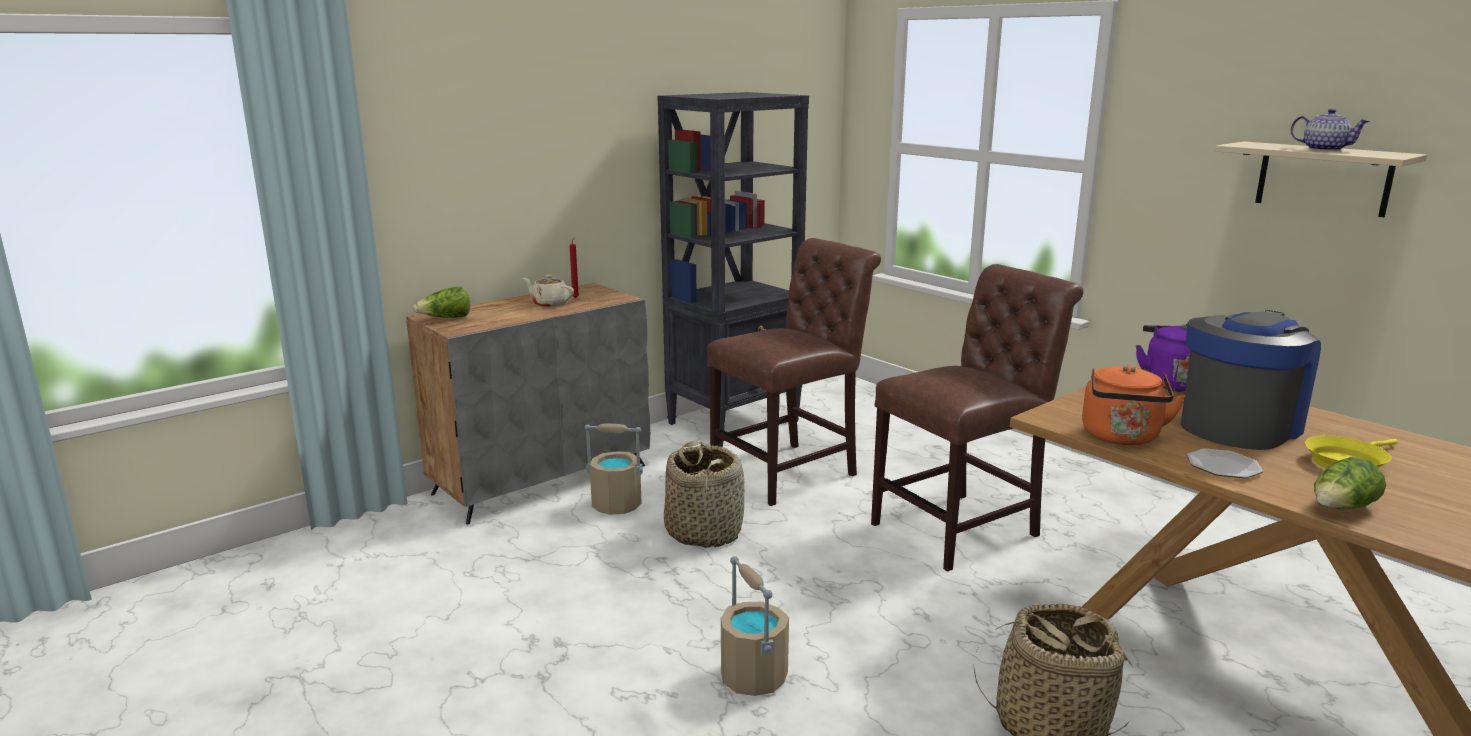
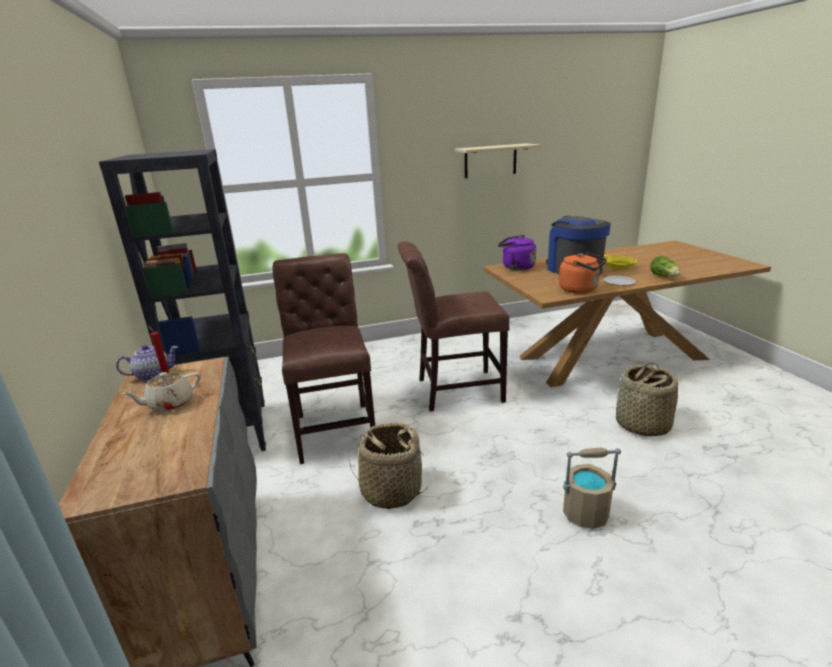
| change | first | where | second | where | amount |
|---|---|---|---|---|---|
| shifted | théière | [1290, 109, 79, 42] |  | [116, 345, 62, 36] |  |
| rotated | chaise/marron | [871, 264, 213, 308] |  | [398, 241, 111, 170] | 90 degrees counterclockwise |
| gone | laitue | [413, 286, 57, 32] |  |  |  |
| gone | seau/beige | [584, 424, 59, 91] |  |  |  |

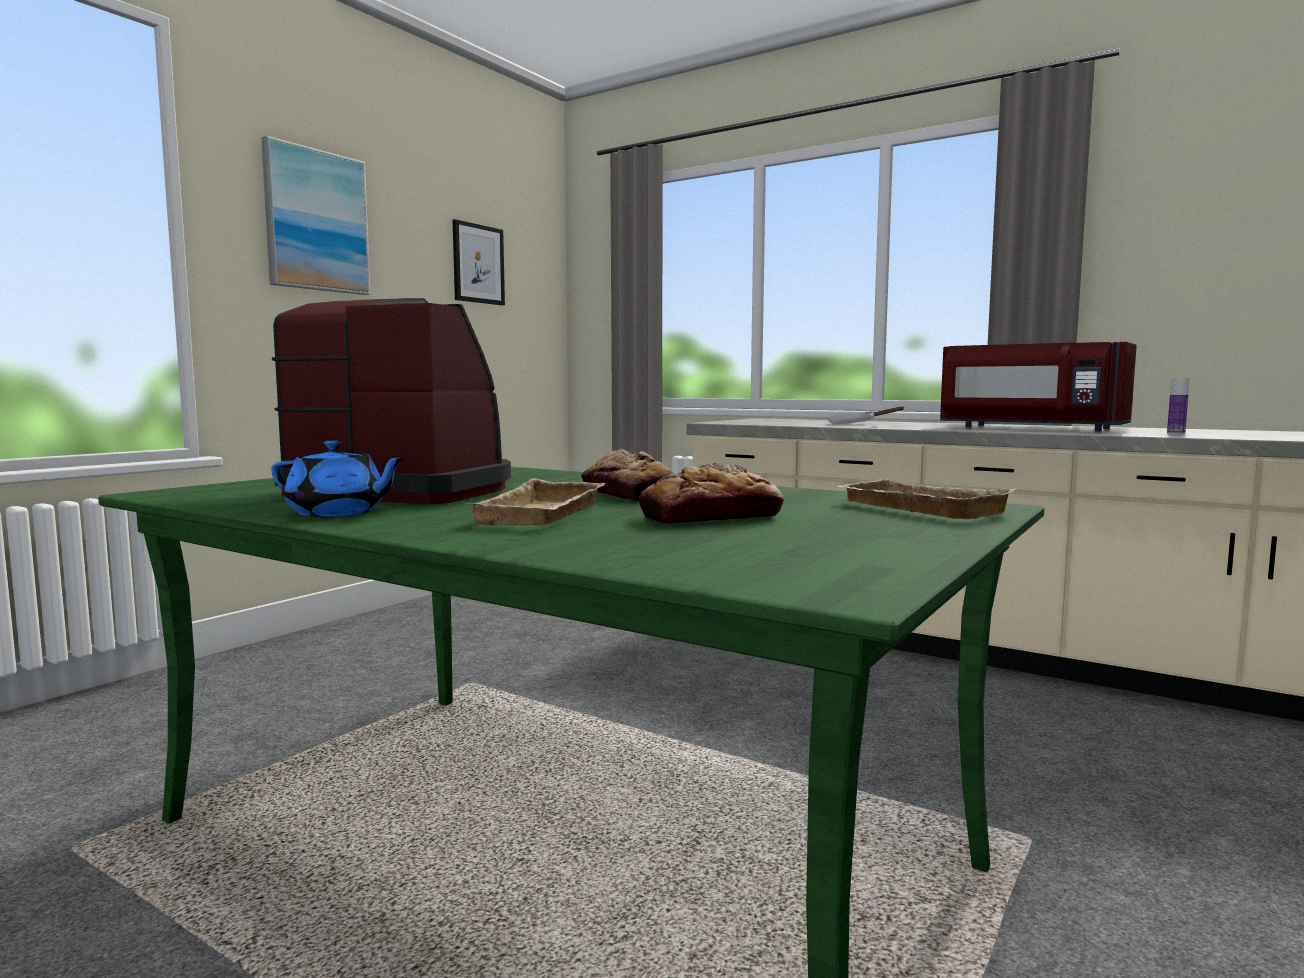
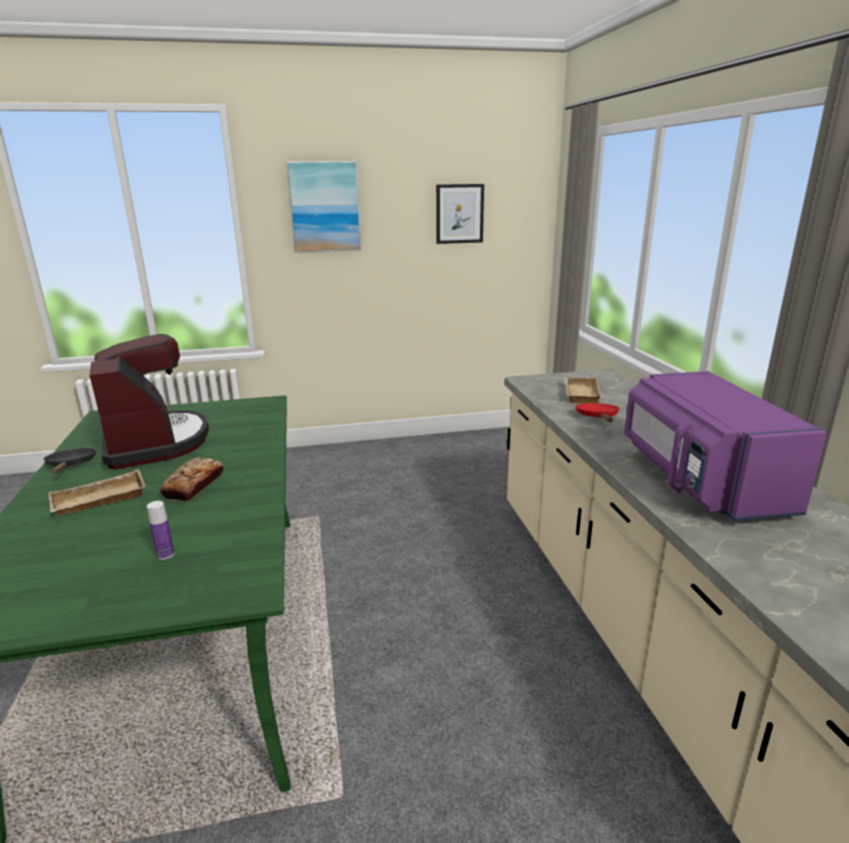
| change | first | where | second | where | amount |
|---|---|---|---|---|---|
| repainted | micro-ondes/rouge | [940, 341, 197, 90] | micro-ondes/violet | [624, 371, 203, 150] |  |
| shifted | bouteille | [1167, 378, 22, 56] |  | [147, 501, 27, 59] |  |
| repainted | poêle/blanc | [827, 406, 77, 18] | poêle/rouge | [575, 403, 45, 19] |  |
| swapped | théière/bleu | [271, 440, 135, 77] | poêle/noir | [44, 448, 52, 25] |  |
| gone | pain | [639, 463, 145, 62] |  |  |  |
| shifted | plateau/beige | [835, 479, 181, 40] |  | [565, 377, 37, 27] |  |

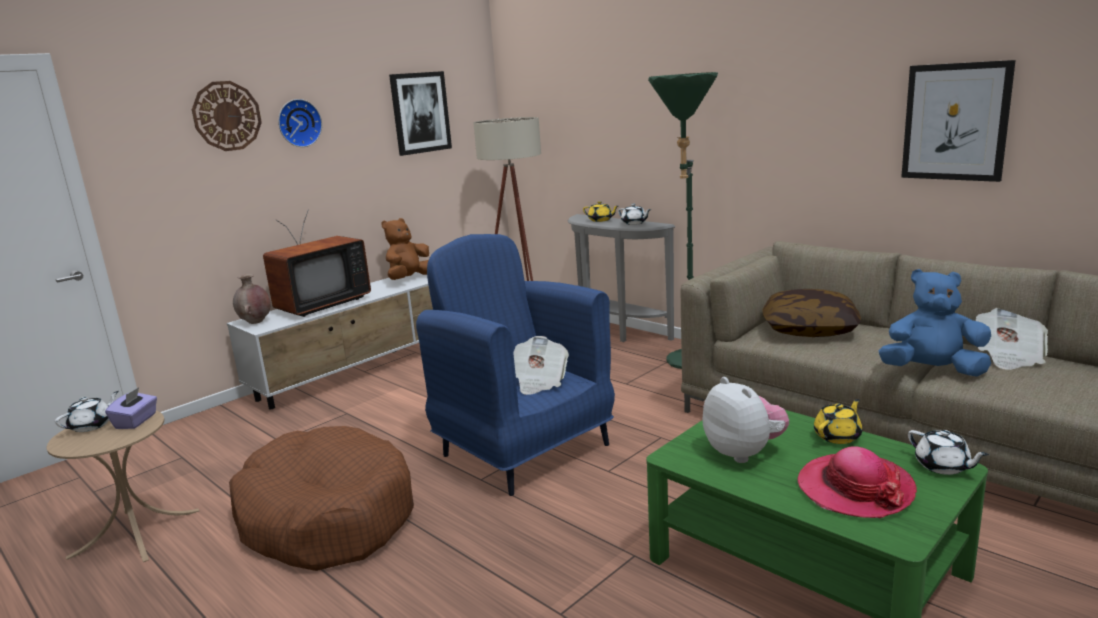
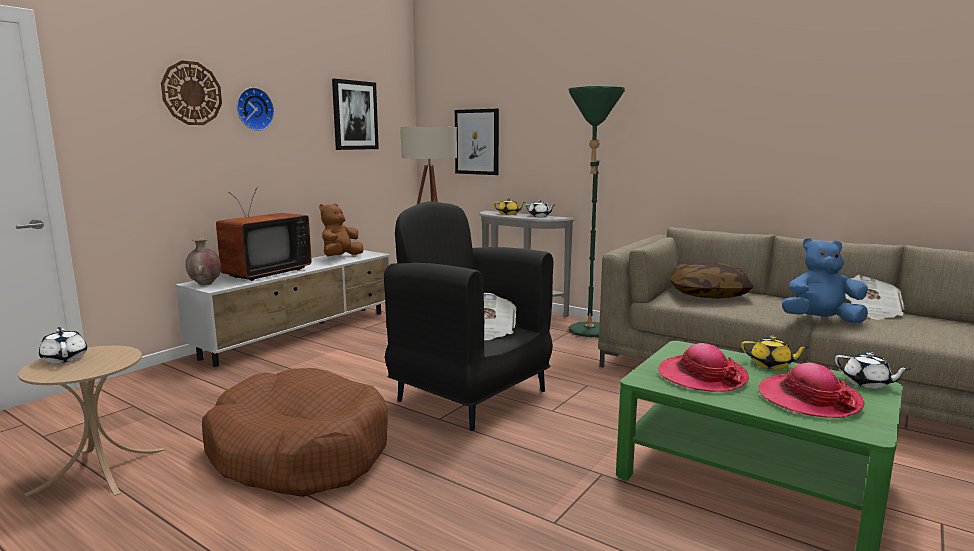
| change | first | where | second | where | amount |
|---|---|---|---|---|---|
| shifted | tableau | [901, 60, 115, 122] |  | [455, 109, 44, 66] |  |
| repainted | fauteuil/bleu | [416, 234, 199, 262] | fauteuil/noir | [384, 201, 170, 230] |  |
| swapped | peluche | [703, 377, 86, 86] | chapeau | [658, 343, 91, 49] |  |
| gone | boîte à mouchoirs/violet | [105, 387, 52, 42] |  |  |  |
| rotated | théière/blanc | [55, 391, 64, 41] |  | [39, 327, 48, 36] | 60 degrees counterclockwise |
| rotated | théière/jaune | [814, 399, 48, 45] |  | [741, 336, 68, 33] | 75 degrees clockwise |

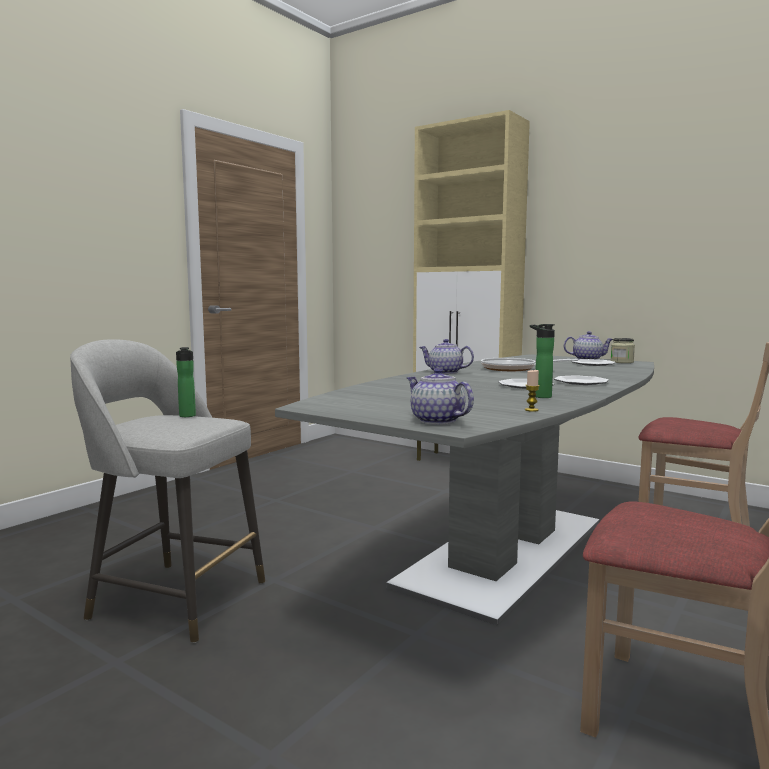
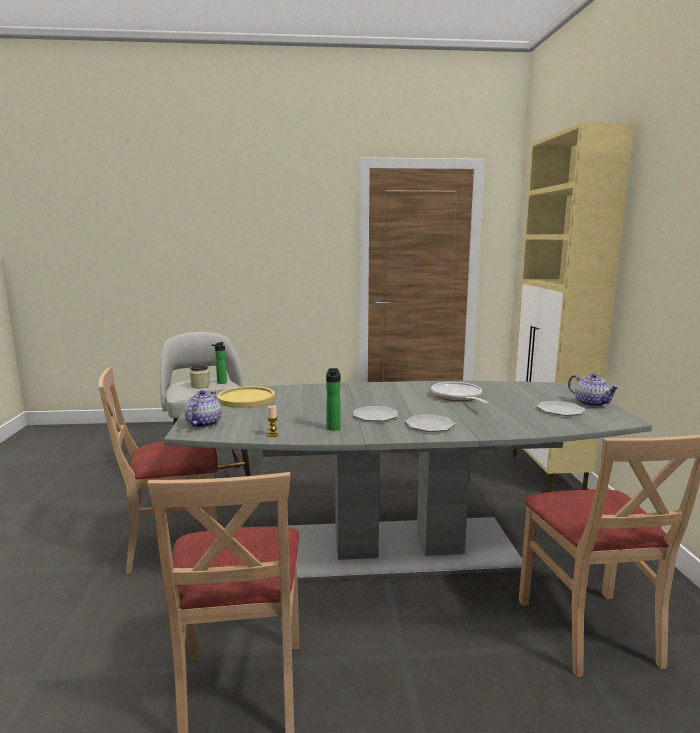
| change | first | where | second | where | amount |
|---|---|---|---|---|---|
| shifted | bocal | [610, 338, 25, 25] |  | [190, 365, 20, 23] |  |
| gone | théière | [419, 339, 55, 35] |  |  |  |
| new |  |  | chaise/beige | [98, 367, 120, 207] |  |
| new |  |  | assiette/jaune | [217, 386, 58, 22] |  |

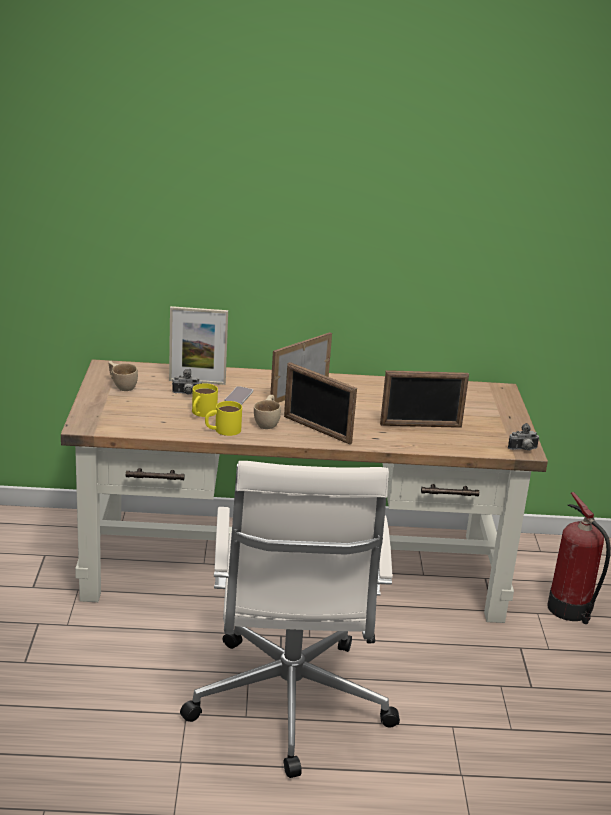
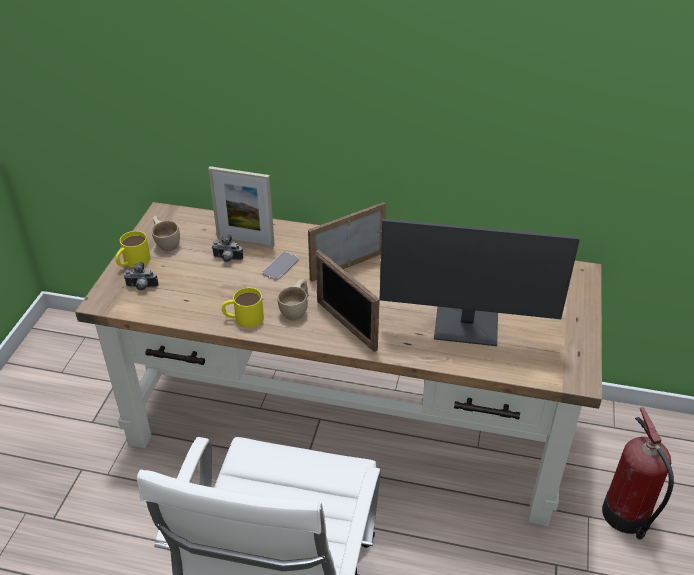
| change | first | where | second | where | amount |
|---|---|---|---|---|---|
| swapped | cadre photo | [380, 370, 89, 58] | écran d'ordinateur | [380, 219, 200, 127] |  |
| shifted | mug/jaune | [192, 383, 26, 34] |  | [116, 231, 35, 36] |  |
| shifted | appareil photo | [508, 423, 31, 27] |  | [124, 262, 34, 29] |  |

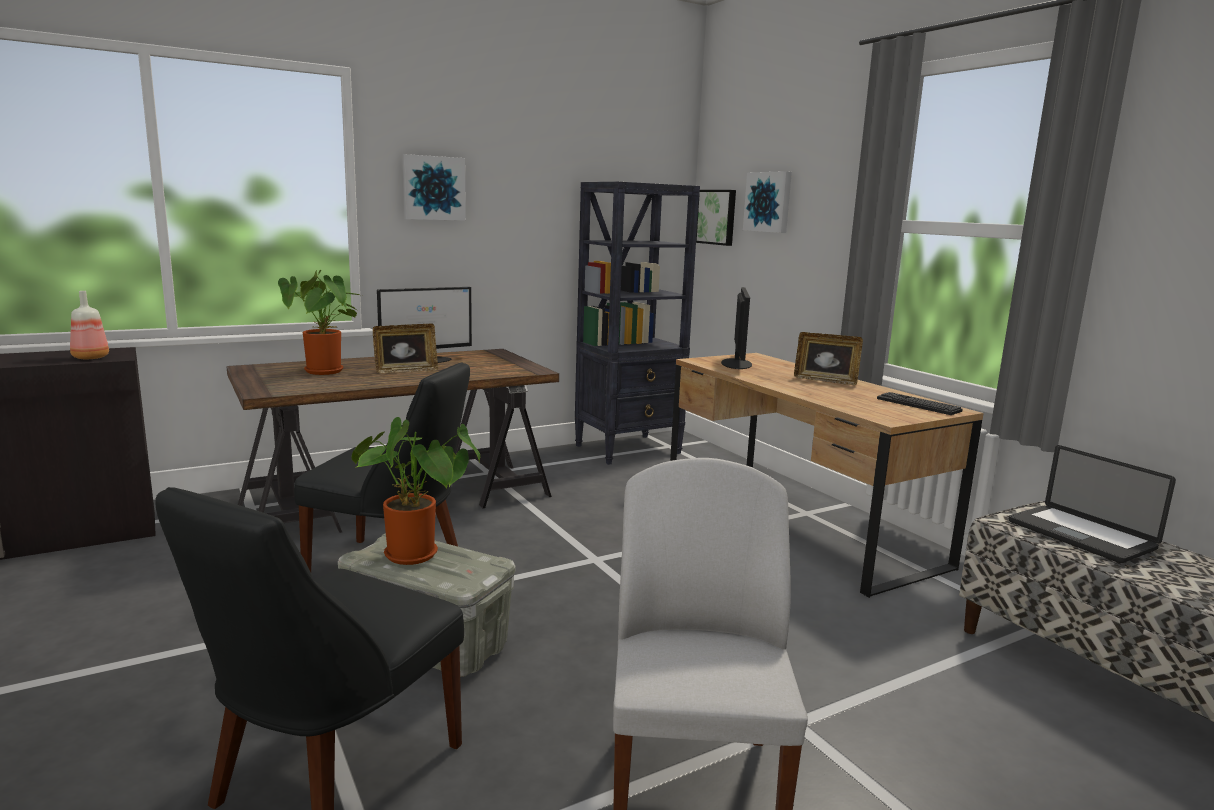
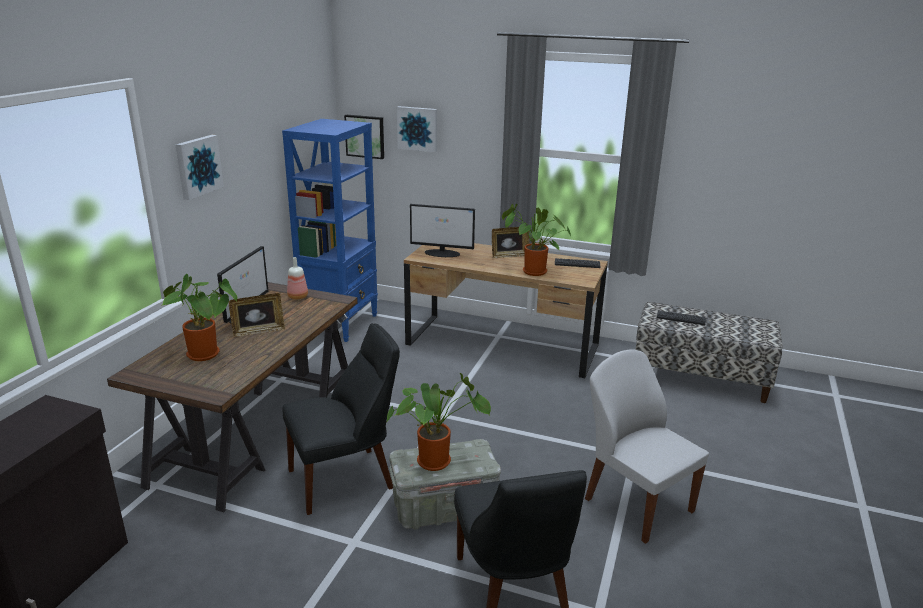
| change | first | where | second | where | amount |
|---|---|---|---|---|---|
| repainted | bibliothèque/noir | [575, 182, 125, 283] | bibliothèque/bleu | [282, 119, 96, 223] |  |
| rotated | écran d'ordinateur | [721, 287, 31, 82] |  | [410, 204, 65, 53] | 135 degrees clockwise |
| shifted | bouteille | [70, 291, 39, 68] |  | [287, 257, 21, 43] |  |
| rotated | cadre photo | [373, 324, 65, 49] |  | [229, 293, 56, 44] | 45 degrees clockwise |
| swapped | ordinateur portable | [1008, 445, 168, 118] | clavier | [657, 311, 49, 14] |  |
| new |  |  | plante en pot | [502, 204, 69, 72] |  |

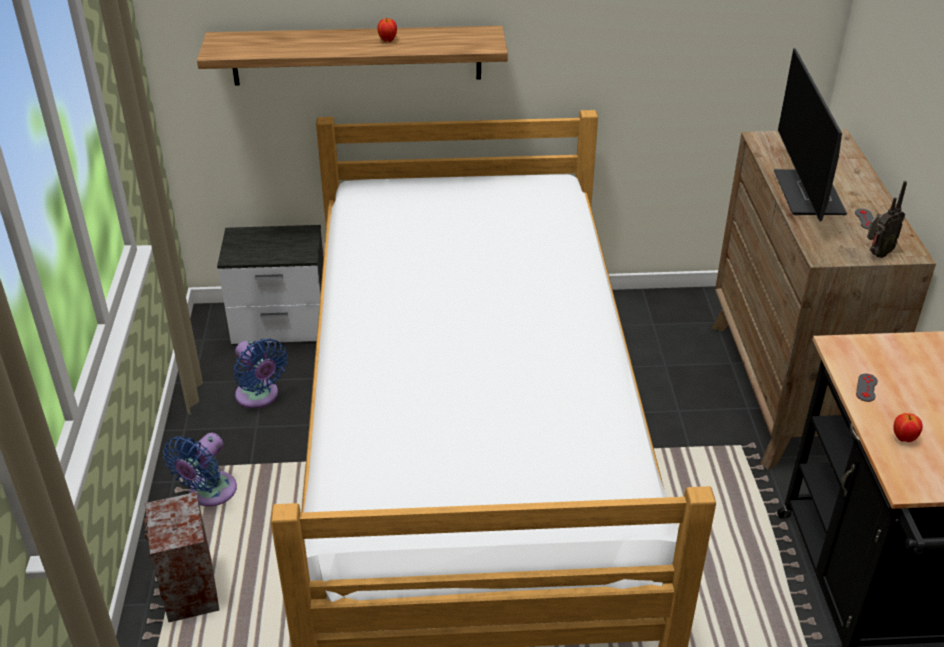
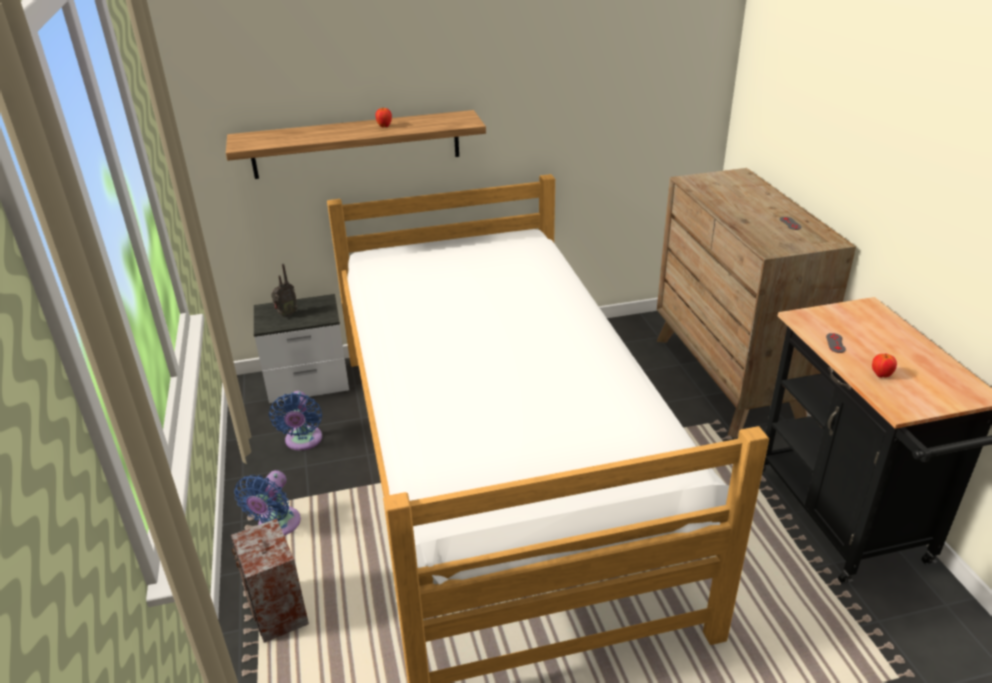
| change | first | where | second | where | amount |
|---|---|---|---|---|---|
| gone | écran d'ordinateur | [774, 48, 73, 174] |  |  |  |
| shifted | radio | [867, 181, 40, 77] |  | [271, 264, 27, 53] |  |
| rotated | ventilateur/bleu | [234, 339, 54, 69] |  | [269, 391, 53, 60] | 45 degrees clockwise |

